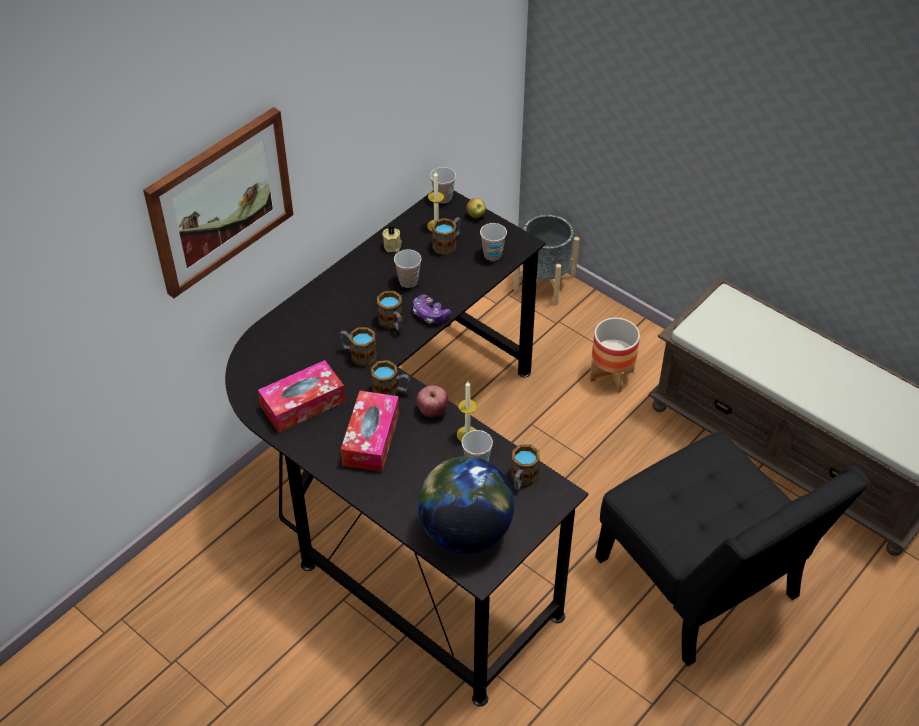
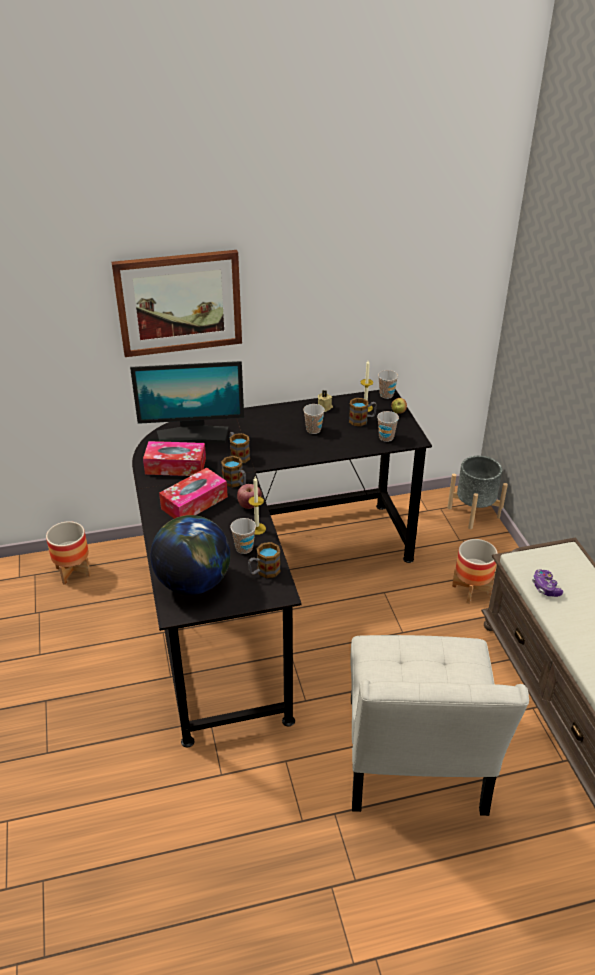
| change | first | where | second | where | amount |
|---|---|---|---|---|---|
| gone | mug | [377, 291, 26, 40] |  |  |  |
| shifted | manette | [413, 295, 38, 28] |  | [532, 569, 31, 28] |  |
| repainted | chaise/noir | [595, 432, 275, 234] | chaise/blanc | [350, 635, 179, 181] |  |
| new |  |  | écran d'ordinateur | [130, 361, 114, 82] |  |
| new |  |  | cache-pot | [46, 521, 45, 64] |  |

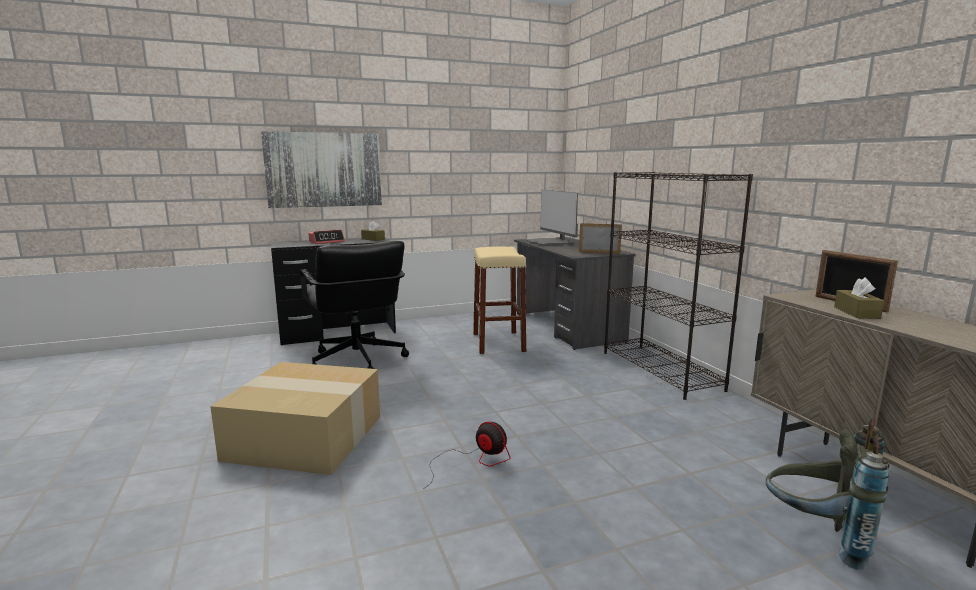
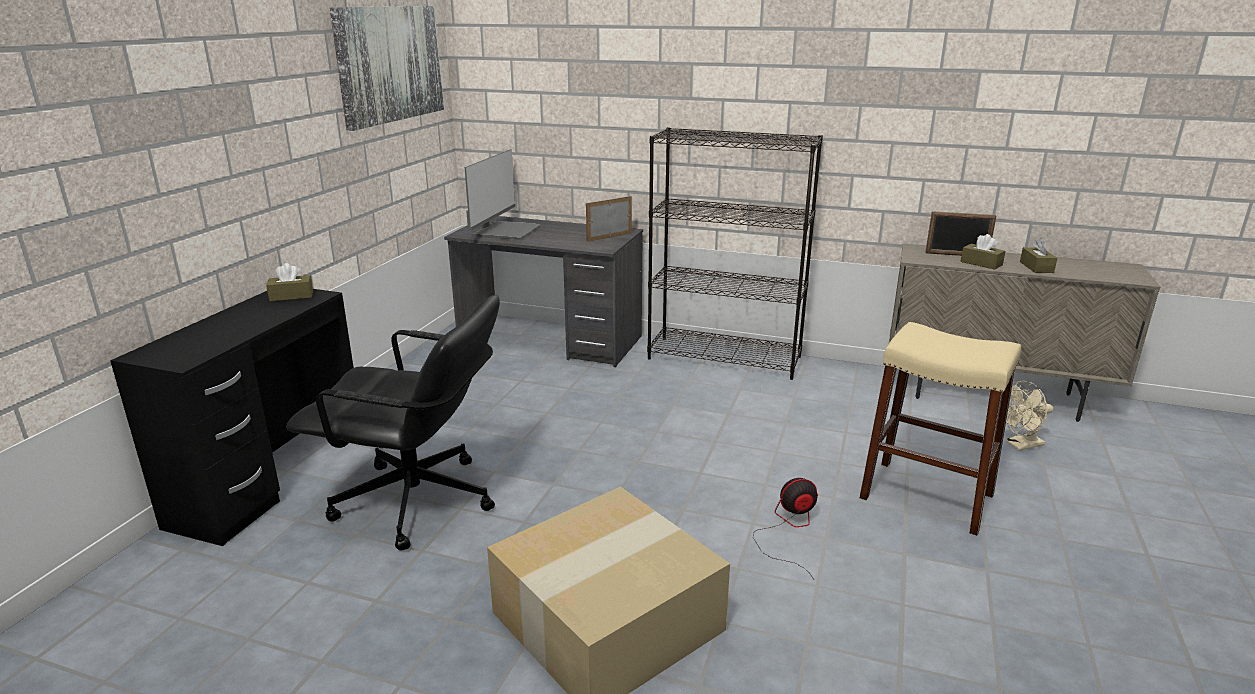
| change | first | where | second | where | amount |
|---|---|---|---|---|---|
| shifted | tableau | [261, 131, 121, 77] |  | [329, 6, 115, 125] |  |
| rotated | écran d'ordinateur | [525, 190, 53, 55] |  | [465, 149, 75, 90] | 90 degrees counterclockwise |
| gone | réveil | [308, 230, 37, 14] |  |  |  |
| shifted | tabouret/beige | [473, 246, 54, 108] |  | [859, 322, 162, 214] |  |
| swapped | sac à dos/gris | [766, 418, 124, 152] | ventilateur/beige | [1006, 381, 47, 70] |  |
| new |  |  | boîte à mouchoirs/marron | [1020, 238, 37, 35] |  |

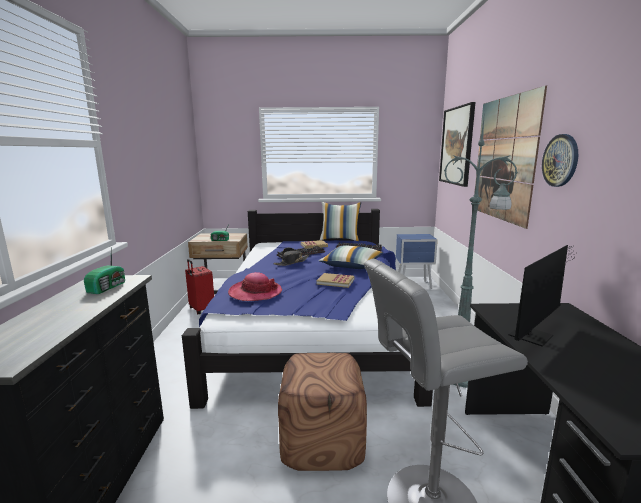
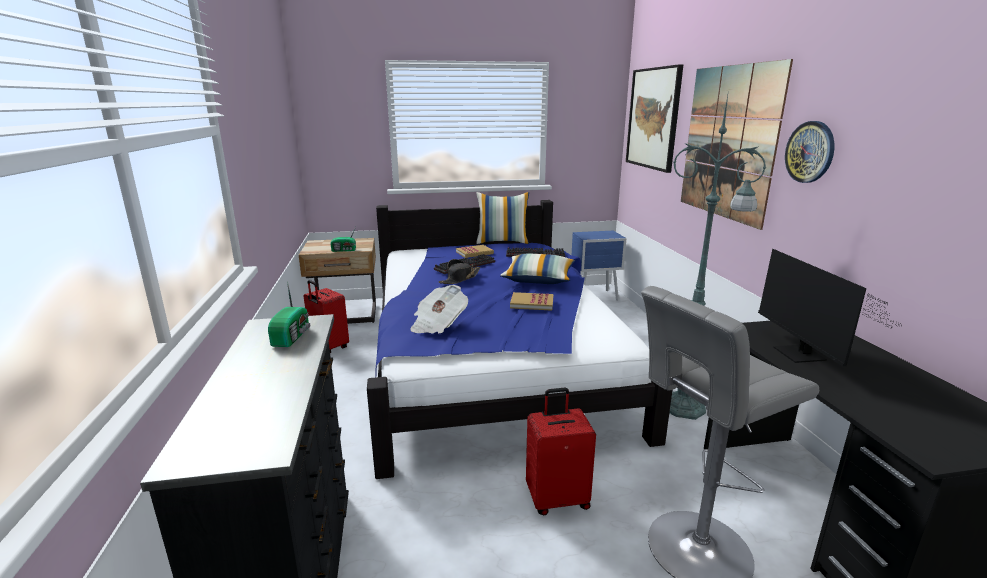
| change | first | where | second | where | amount |
|---|---|---|---|---|---|
| rotated | écran d'ordinateur | [509, 245, 67, 101] |  | [758, 249, 141, 117] | 135 degrees clockwise |
| swapped | chapeau | [228, 272, 54, 29] | journal | [410, 285, 58, 49] |  |
| swapped | pouf/marron | [278, 353, 89, 118] | valise/rouge | [526, 388, 70, 127] |  |

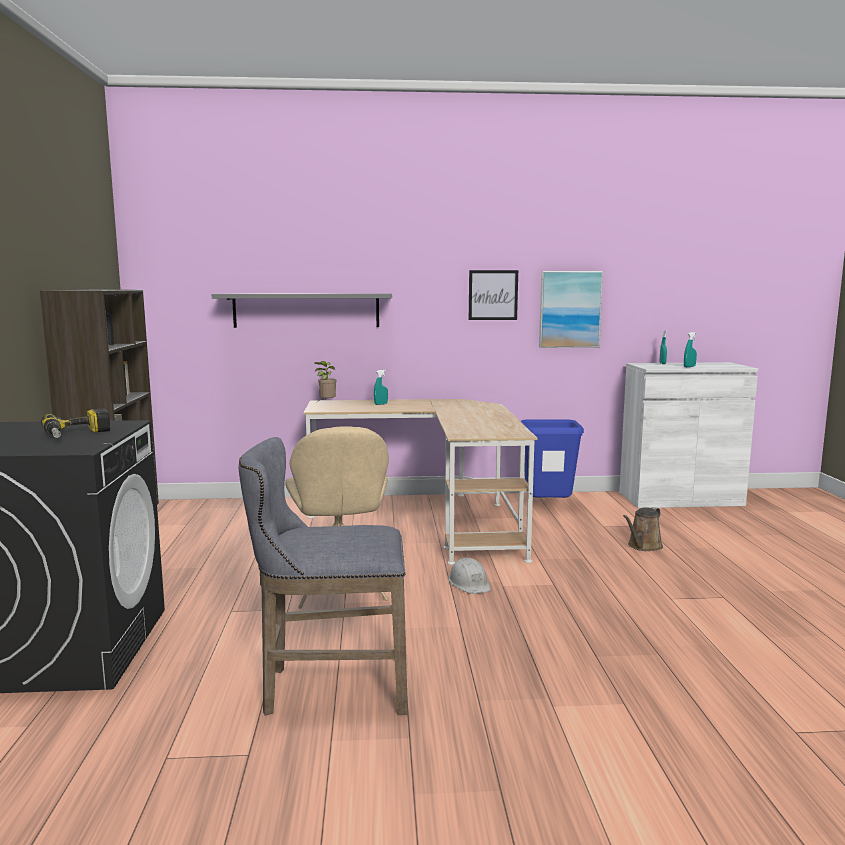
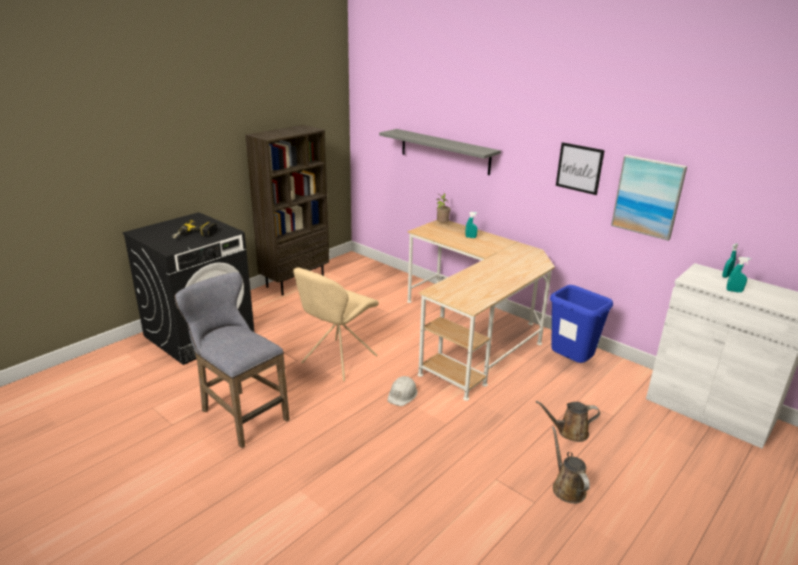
| change | first | where | second | where | amount |
|---|---|---|---|---|---|
| new |  |  | arrosoir/marron | [552, 426, 38, 78] |  |

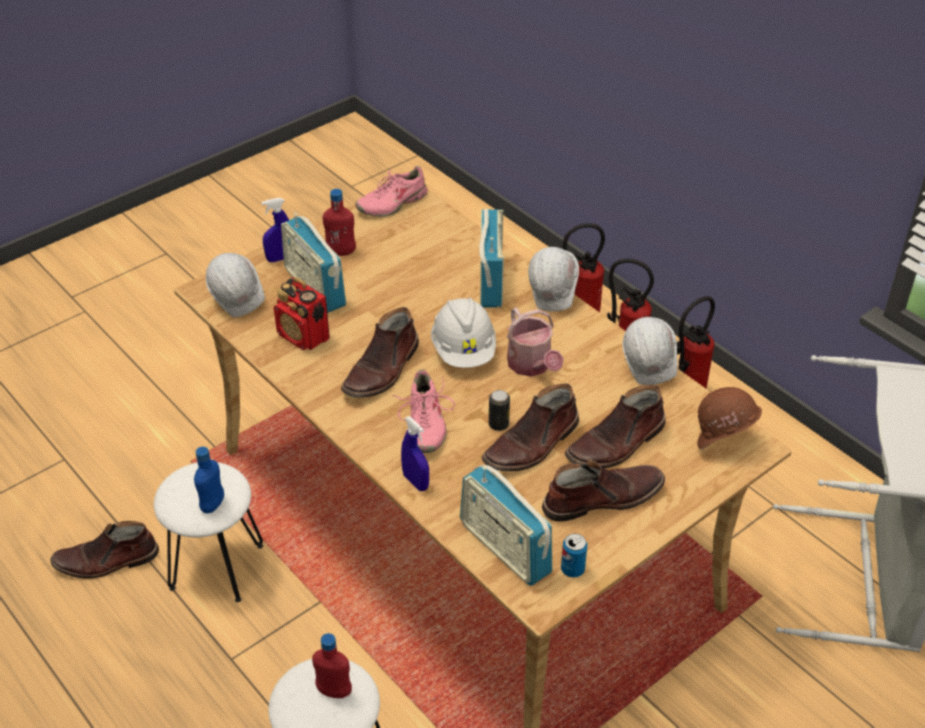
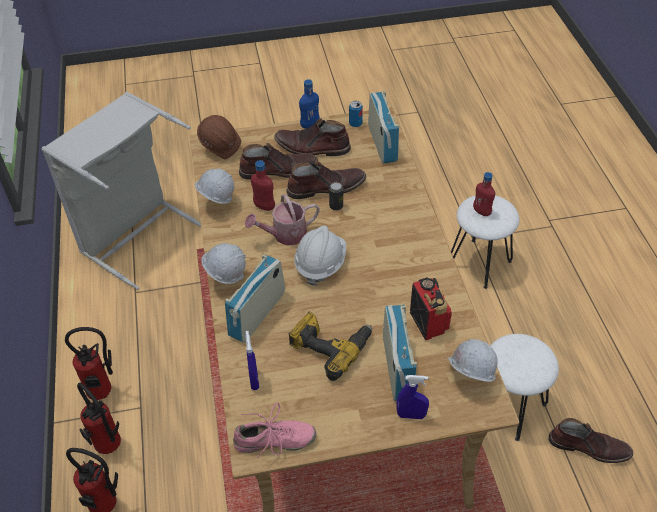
| change | first | where | second | where | amount |
|---|---|---|---|---|---|
| shifted | bouteille/rouge | [323, 189, 33, 67] |  | [251, 160, 24, 51] |  |
| gone | botte/marron | [341, 307, 78, 91] |  |  |  |
| rotated | arrosoir | [507, 307, 57, 70] |  | [245, 194, 75, 51] | 120 degrees counterclockwise |
| gone | chaussure/rose | [392, 369, 63, 84] |  |  |  |
| shifted | vaporisateur/bleu | [401, 416, 28, 75] |  | [246, 331, 13, 59] |  |
| shifted | bouteille/bleu | [194, 447, 30, 66] |  | [299, 79, 21, 50] |  |
| new |  |  | perceuse | [288, 312, 84, 69] |  |

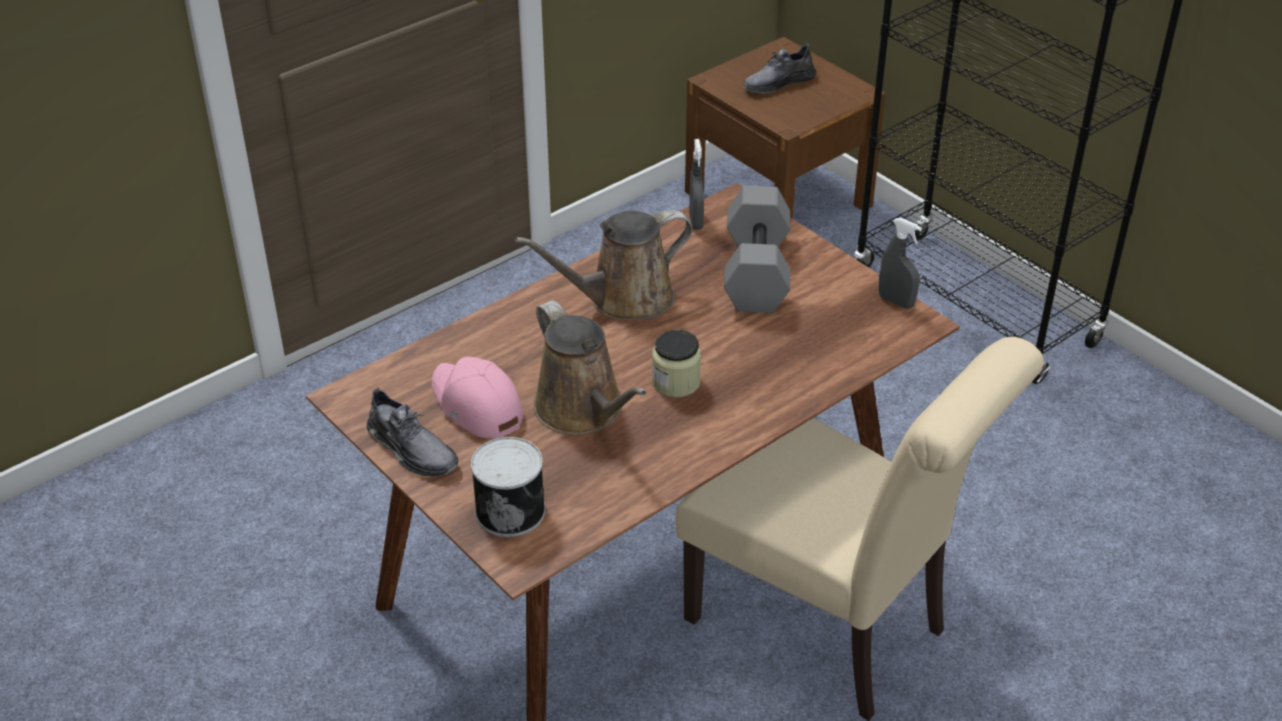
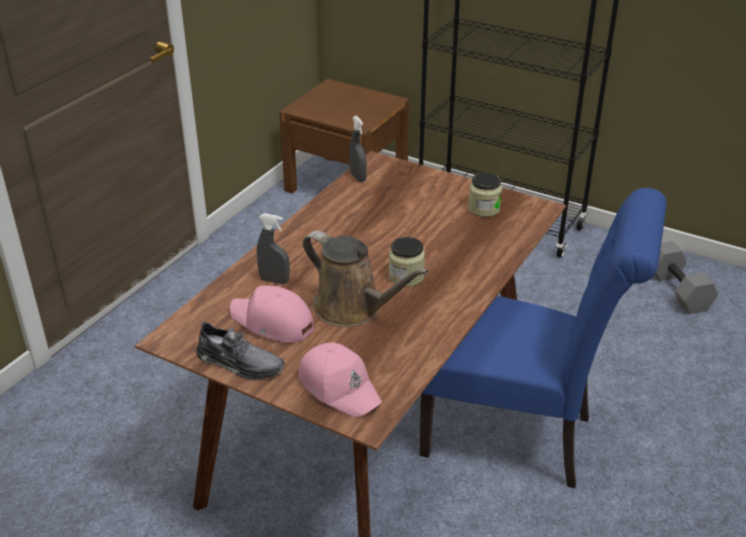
| change | first | where | second | where | amount |
|---|---|---|---|---|---|
| gone | chaussure/gris | [743, 43, 73, 51] |  |  |  |
| shifted | haltère/gris | [724, 186, 66, 127] |  | [654, 241, 64, 73] |  |
| gone | arrosoir/marron | [515, 210, 178, 110] |  |  |  |
| shifted | vaporisateur/gris | [879, 218, 43, 91] |  | [257, 213, 33, 71] |  |
| repainted | chaise/beige | [675, 337, 369, 384] | chaise/bleu | [420, 188, 246, 300] |  |
| swapped | boîte métallique | [471, 437, 74, 100] | casquette/rose | [299, 343, 83, 75] |  |
| new |  |  | bocal | [468, 173, 34, 44] |  |

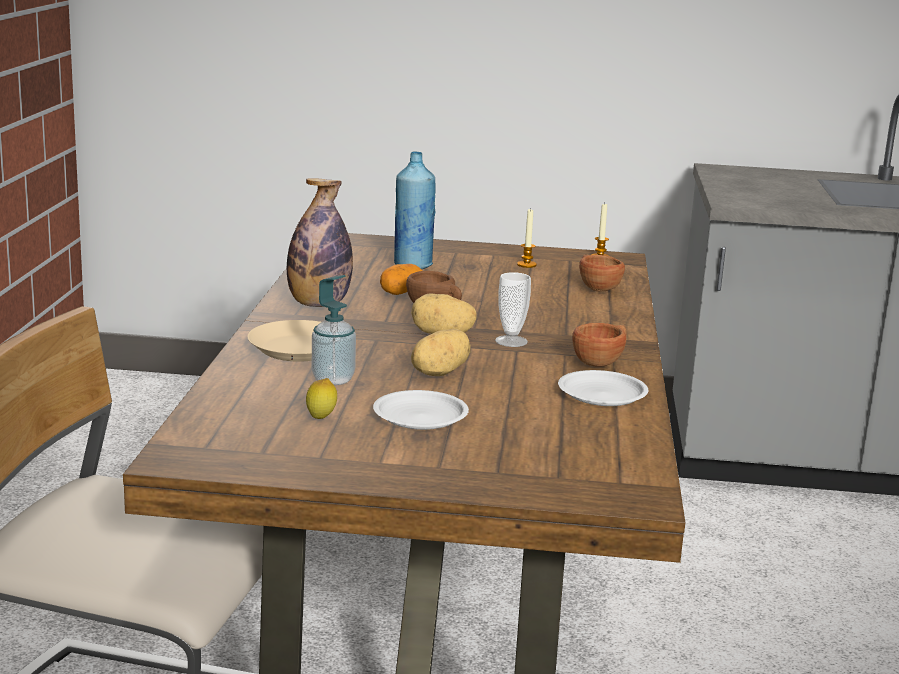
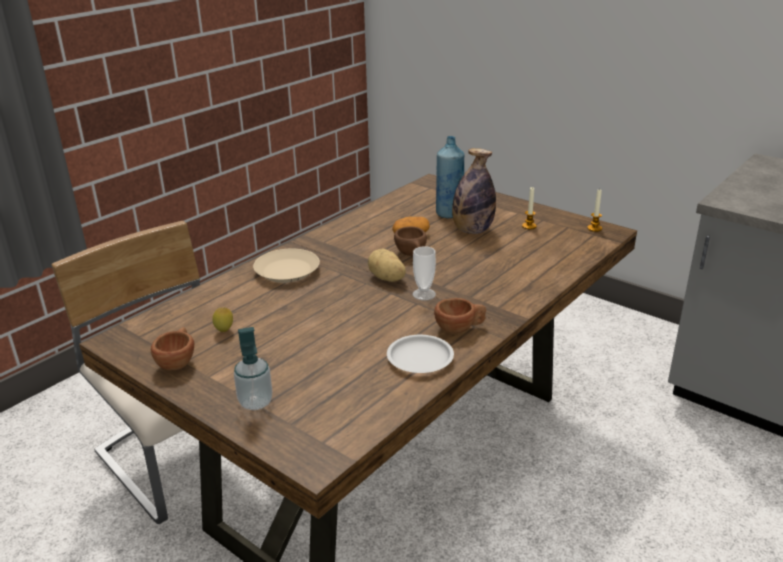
| change | first | where | second | where | amount |
|---|---|---|---|---|---|
| shifted | bouteille | [287, 178, 66, 129] |  | [452, 148, 44, 86] |  |
| shifted | tasse/marron | [579, 254, 46, 38] |  | [151, 327, 43, 43] |  |
| shifted | distributeur de savon | [312, 275, 44, 110] |  | [234, 327, 38, 83] |  |
| gone | pomme de terre | [411, 329, 60, 47] |  |  |  |
| gone | assiette/blanc | [373, 390, 96, 40] |  |  |  |

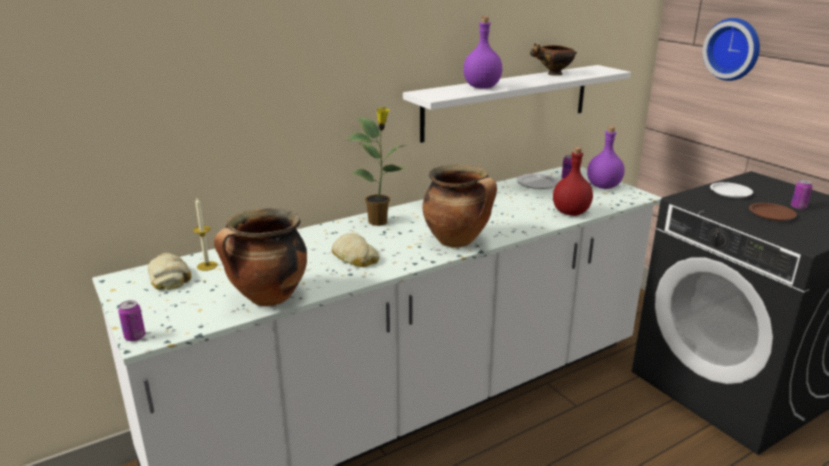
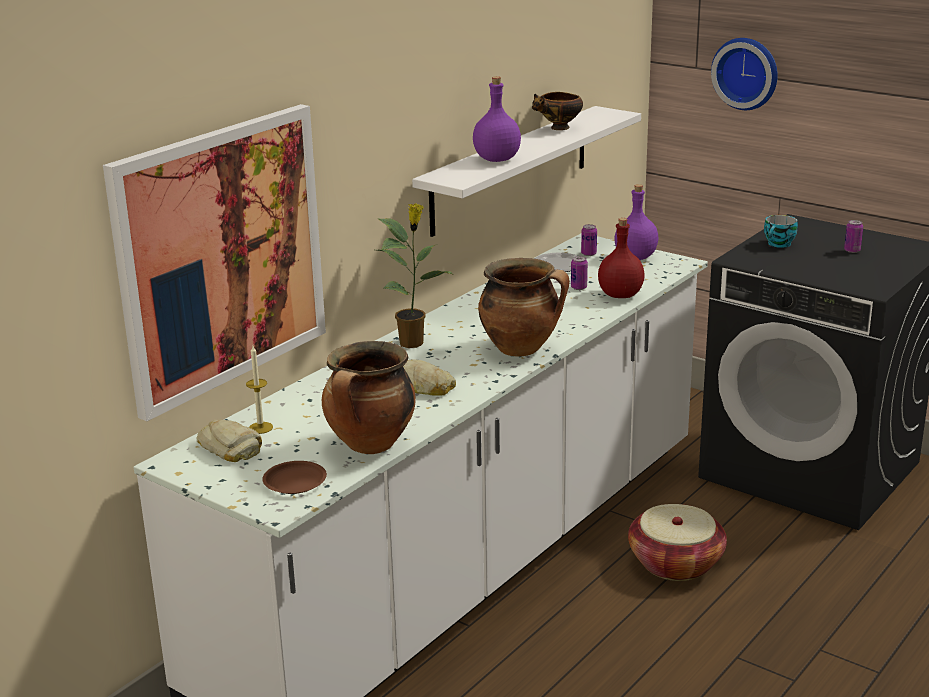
| change | first | where | second | where | amount |
|---|---|---|---|---|---|
| swapped | assiette/blanc | [710, 182, 43, 16] | tasse | [764, 215, 34, 33] |  |
| shifted | assiette/marron | [749, 203, 48, 18] |  | [262, 461, 65, 33] |  |
| shifted | boîte métallique | [118, 300, 27, 41] |  | [571, 256, 17, 34] |  |
| new |  |  | tableau | [103, 104, 223, 317] |  |
| new |  |  | panier | [628, 504, 99, 77] |  |

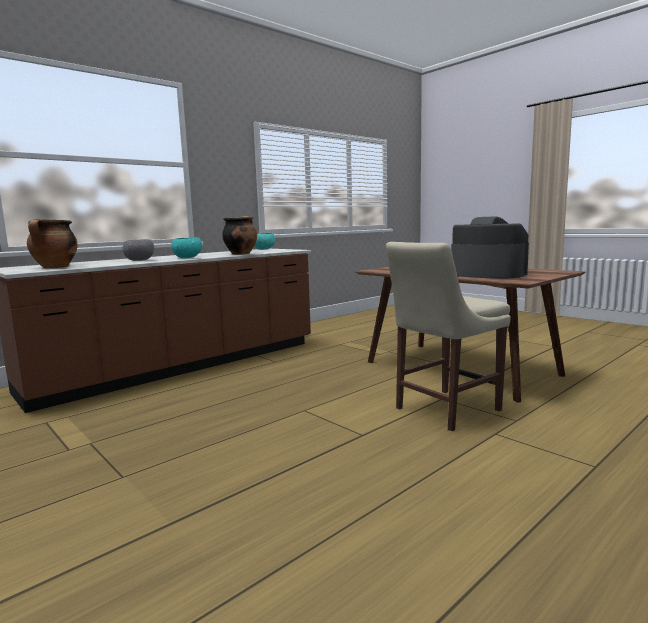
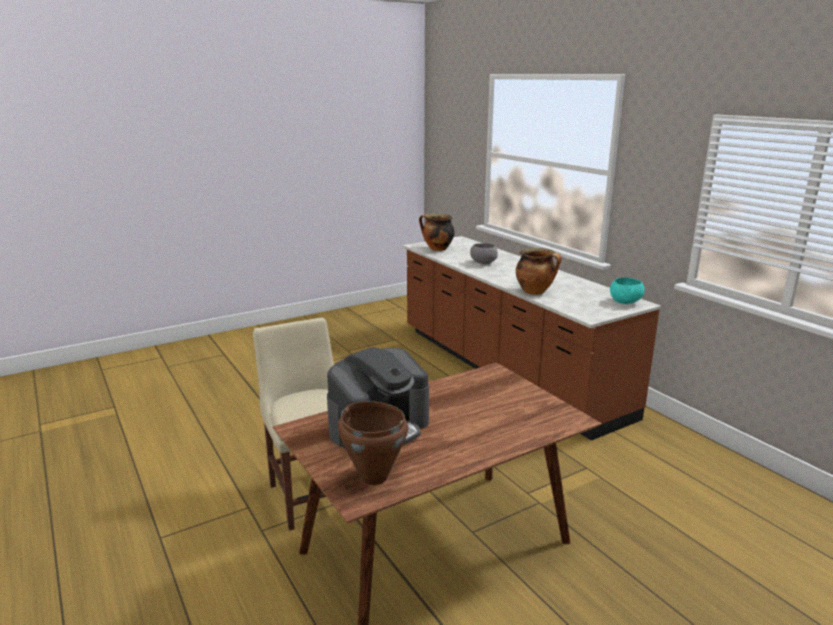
| change | first | where | second | where | amount |
|---|---|---|---|---|---|
| gone | bol/turquoise | [171, 237, 31, 21] |  |  |  |
| new |  |  | marmite/marron | [338, 401, 70, 84] |  |

